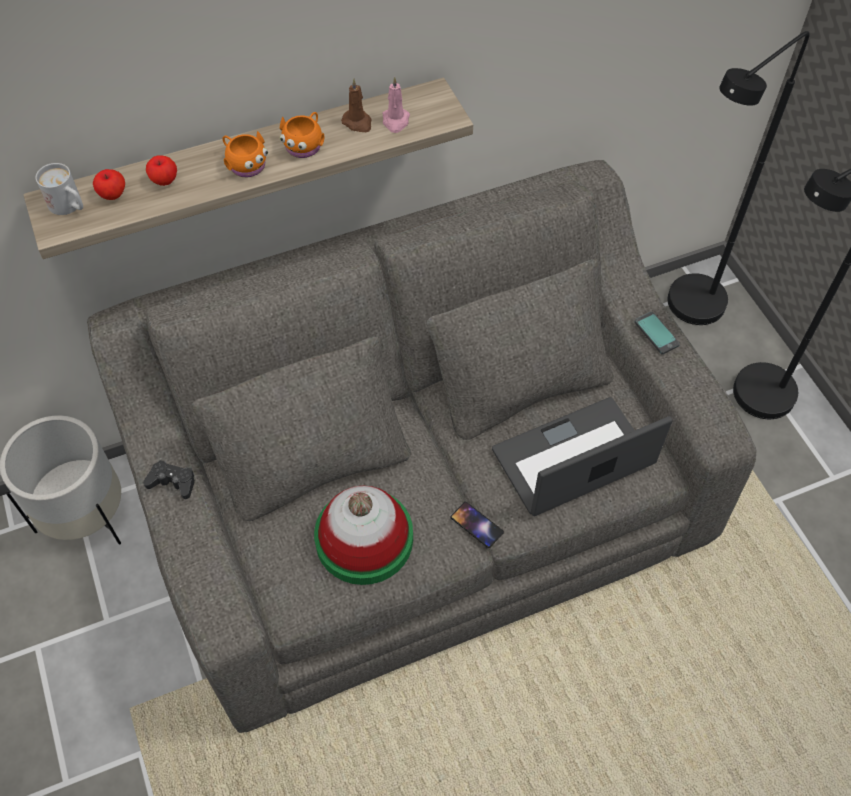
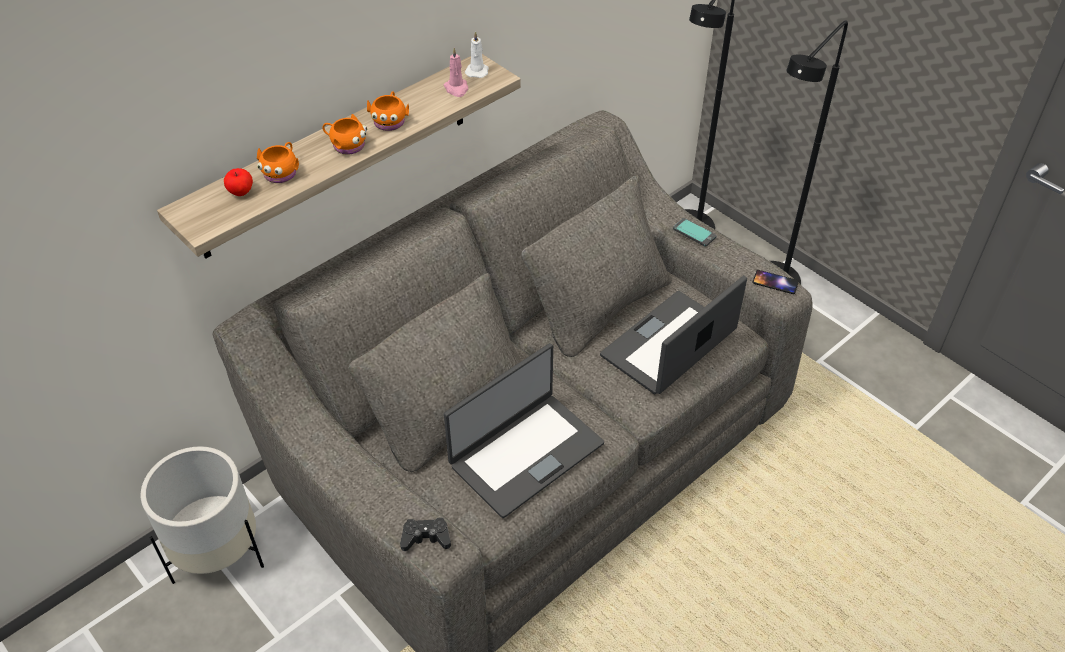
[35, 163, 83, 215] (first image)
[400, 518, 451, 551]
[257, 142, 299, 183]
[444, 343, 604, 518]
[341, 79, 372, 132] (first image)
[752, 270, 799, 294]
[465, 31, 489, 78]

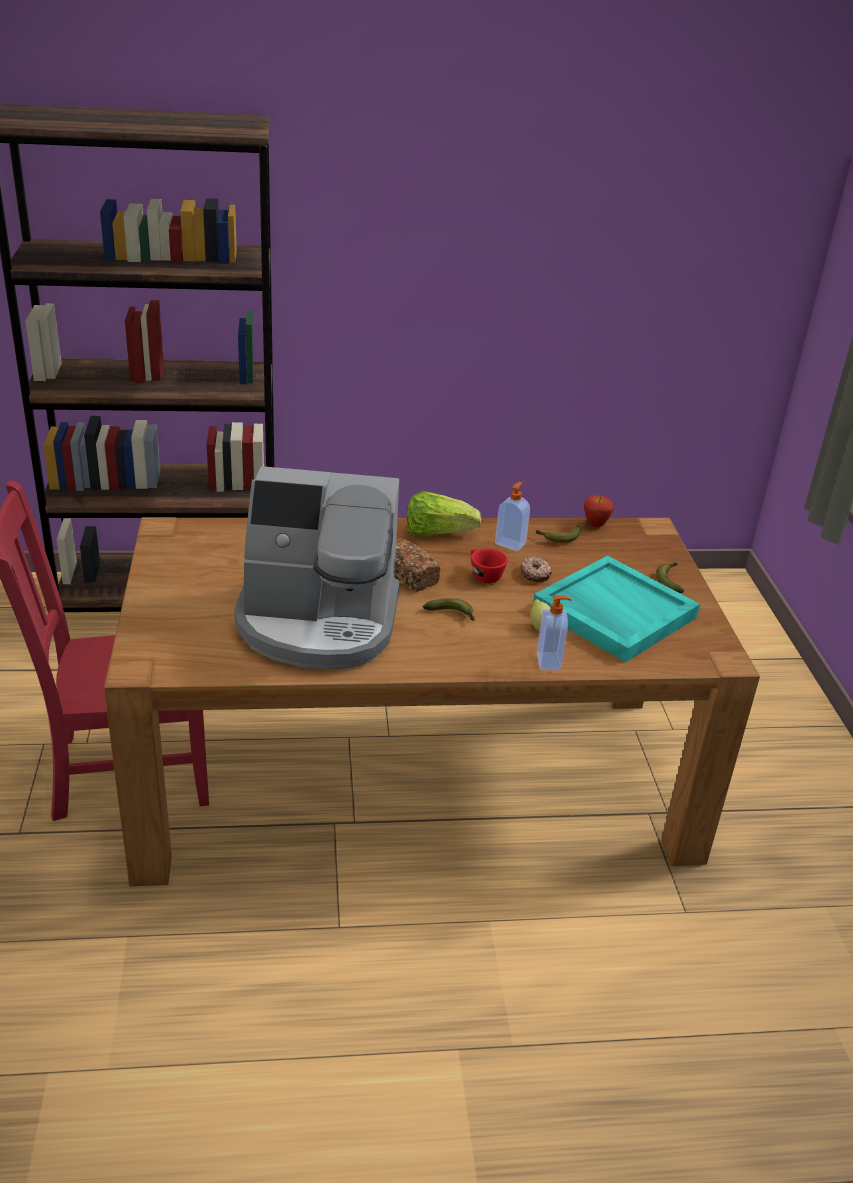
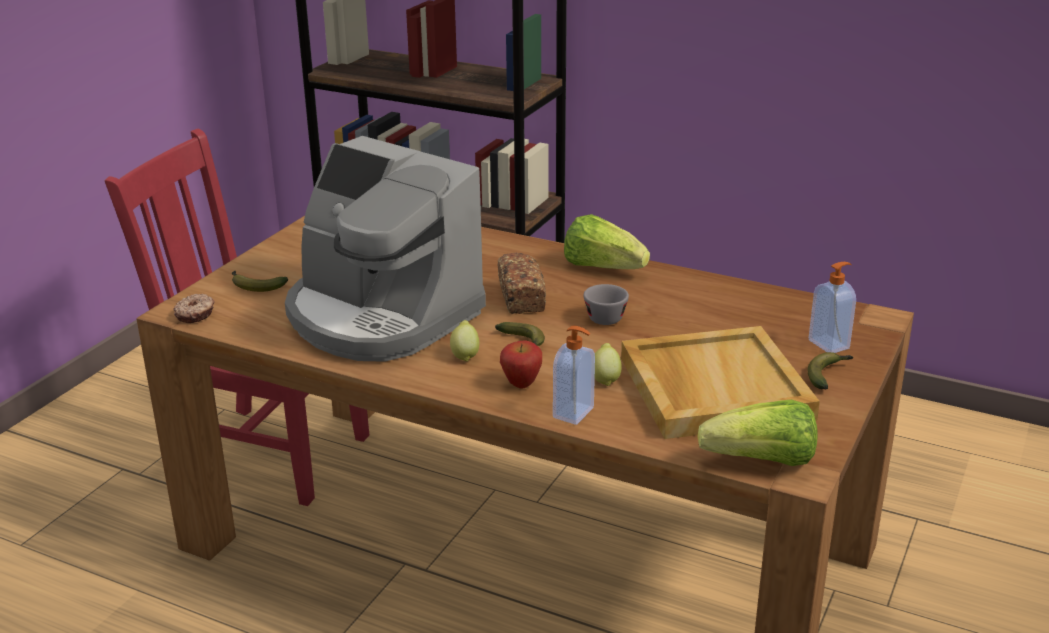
[584, 284, 629, 325]
[809, 262, 856, 353]
[174, 294, 215, 323]
[621, 326, 820, 439]
[232, 271, 288, 292]
[500, 340, 542, 389]
[450, 320, 479, 362]
[697, 400, 818, 466]

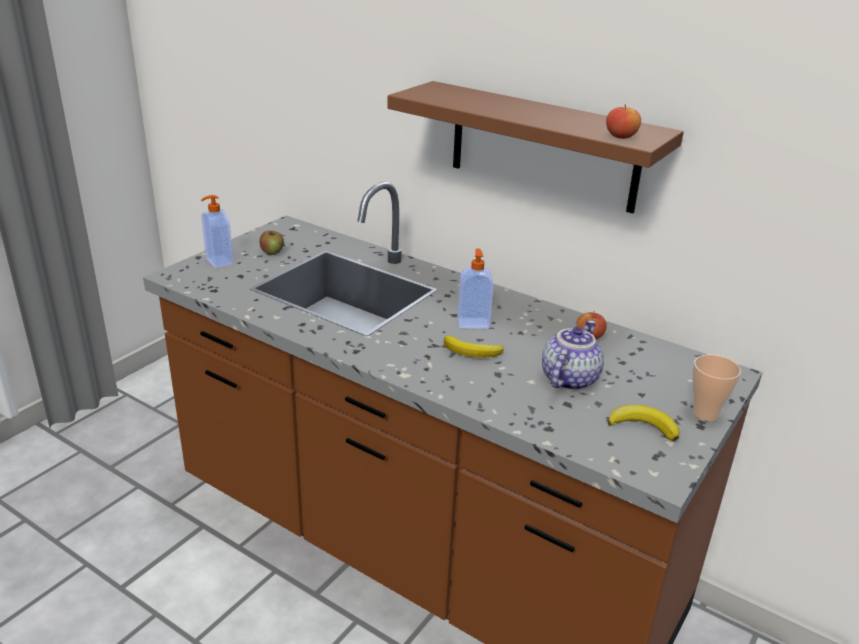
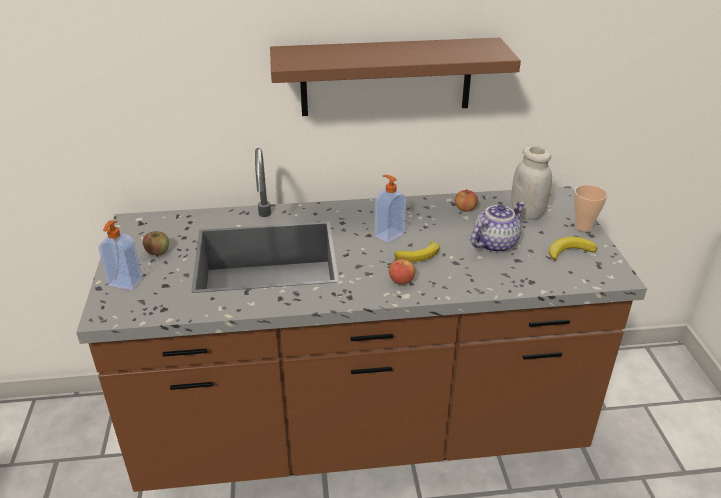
[471, 202, 525, 253]
[389, 259, 415, 285]
[511, 145, 552, 220]

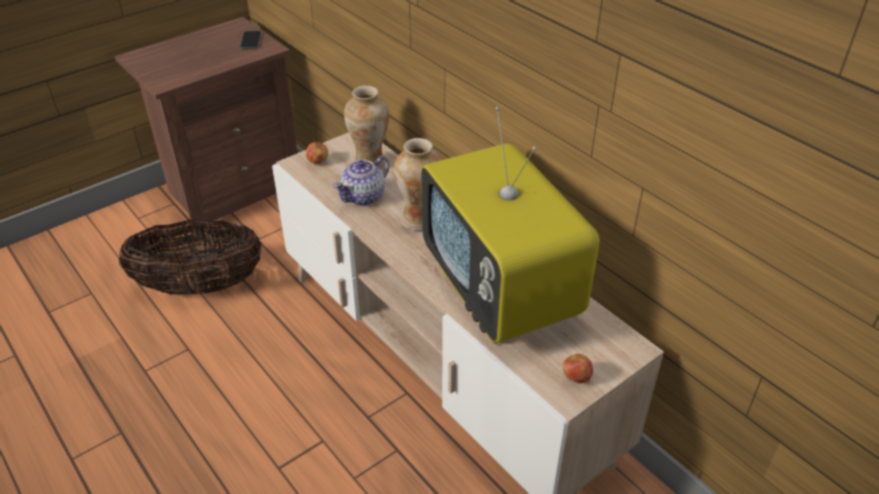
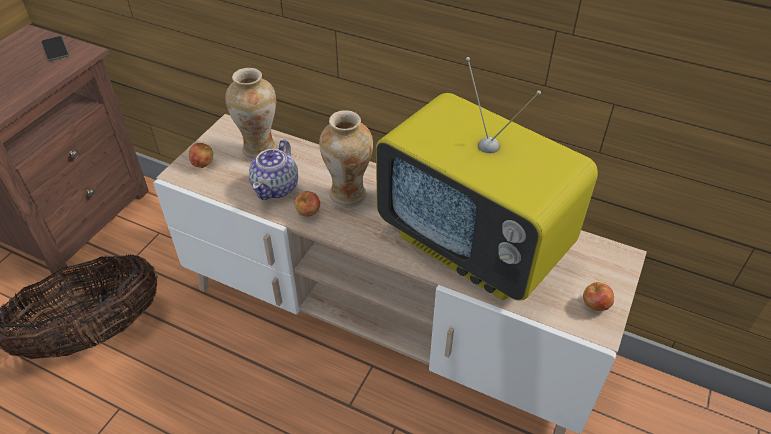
[295, 191, 320, 217]

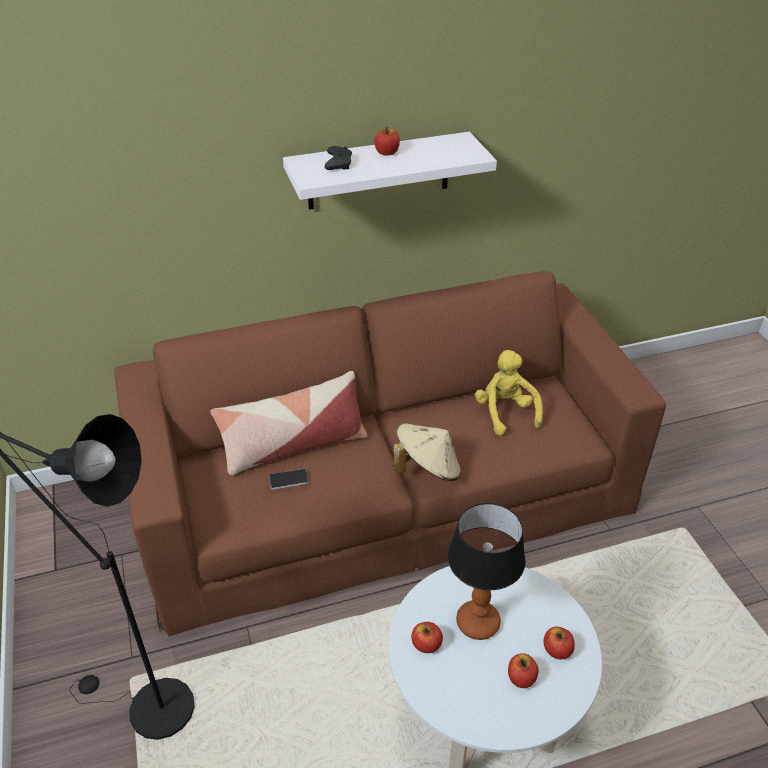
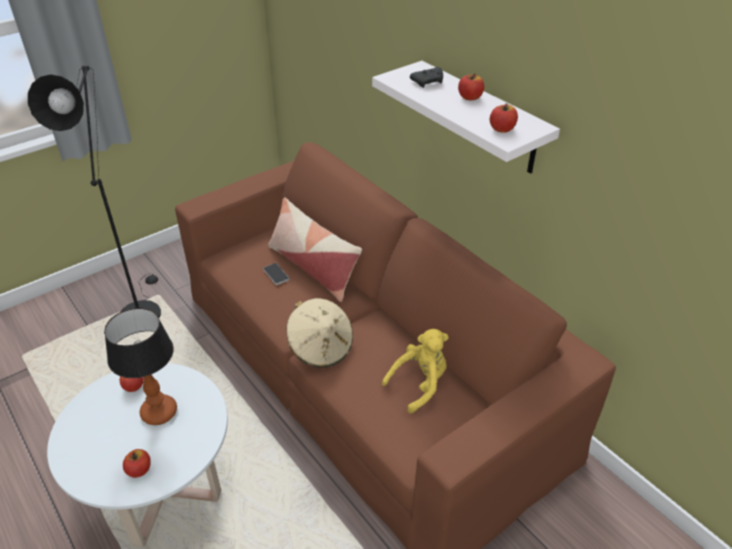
[490, 103, 518, 133]

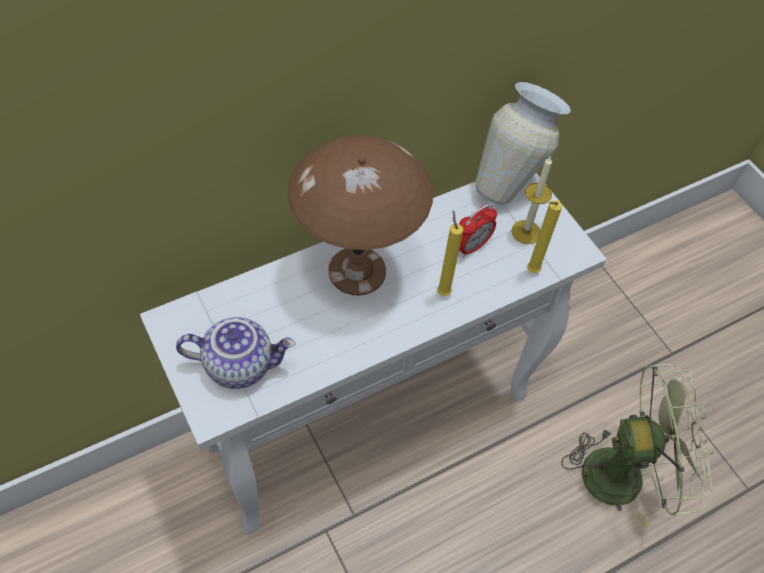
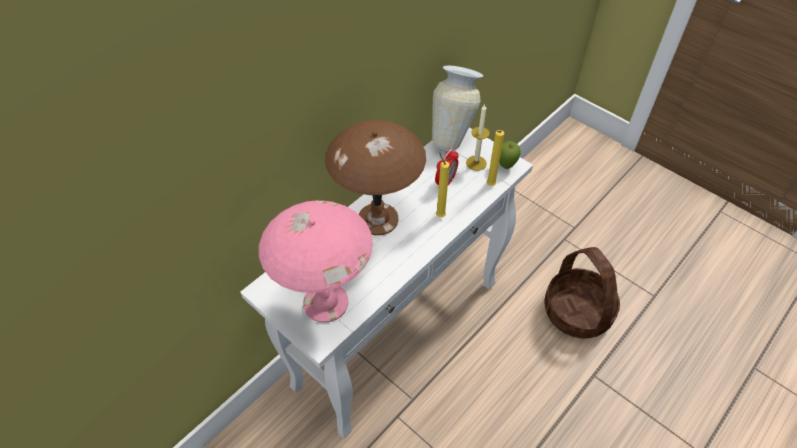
[259, 200, 373, 323]
[544, 247, 620, 339]
[499, 141, 521, 169]

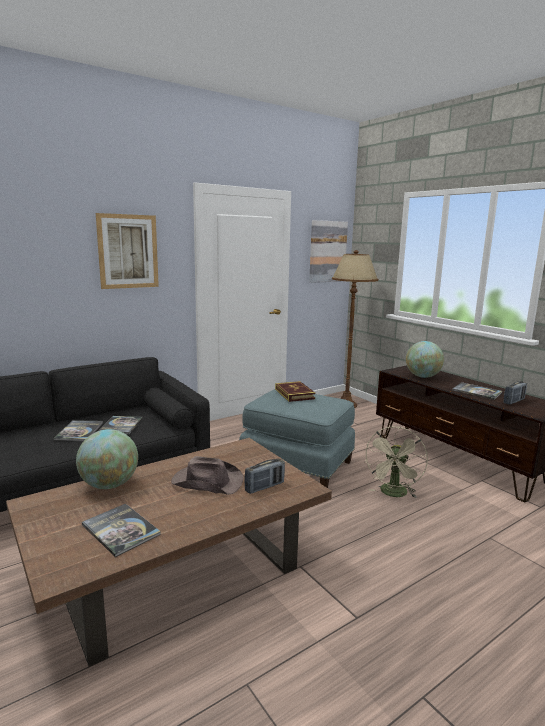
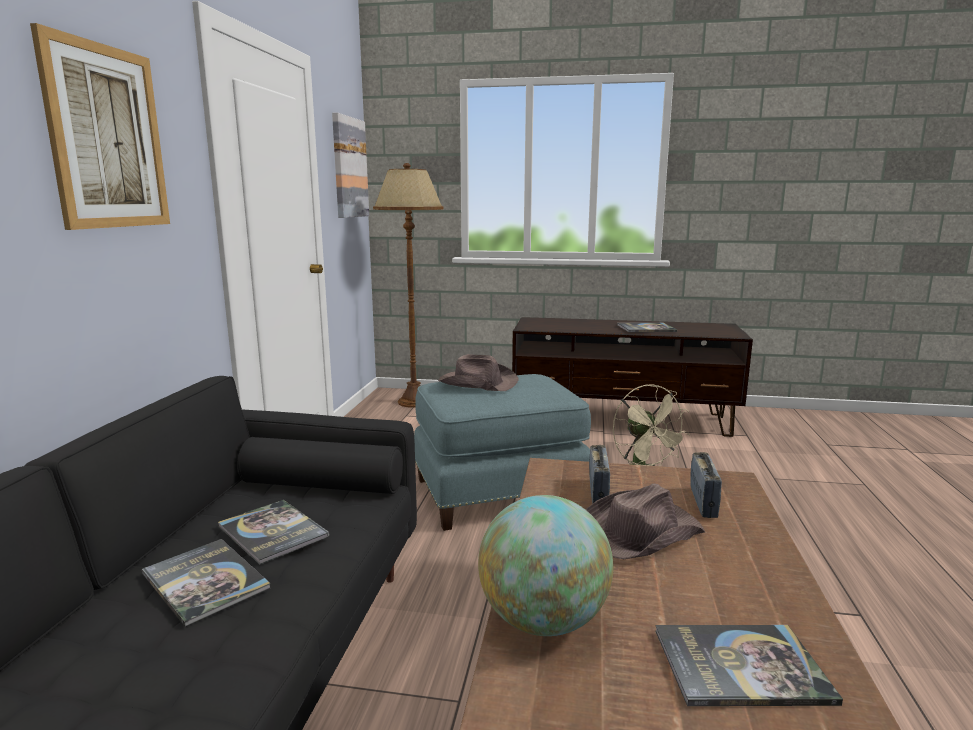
[438, 354, 518, 391]
[406, 341, 444, 378] (first image)
[589, 445, 610, 504]

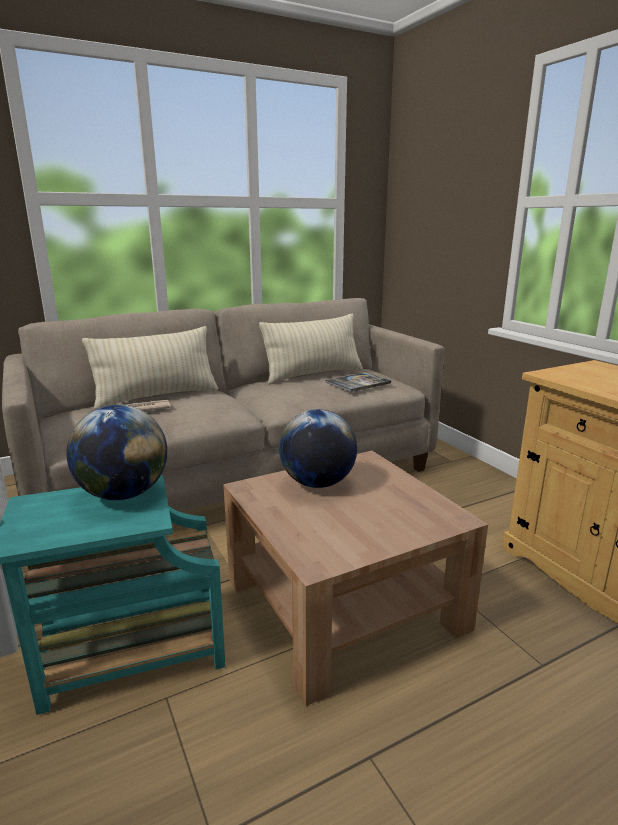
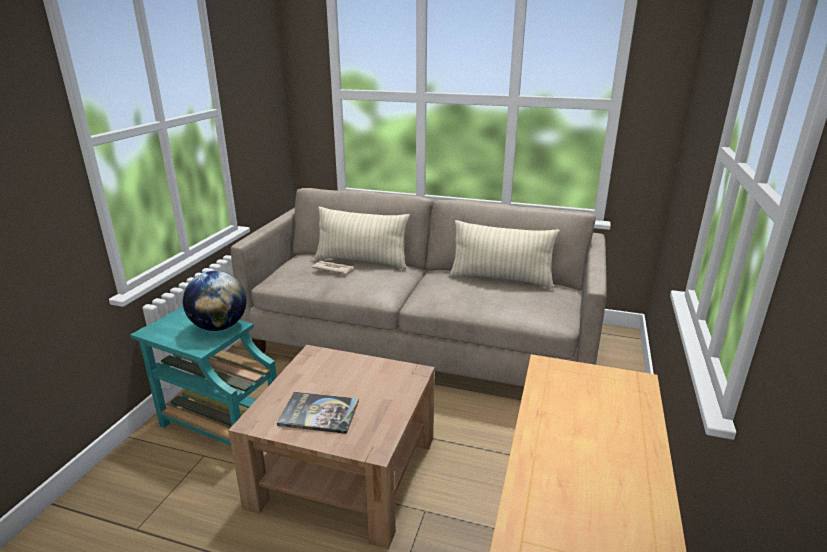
[279, 409, 357, 488] (first image)
[277, 392, 359, 434]

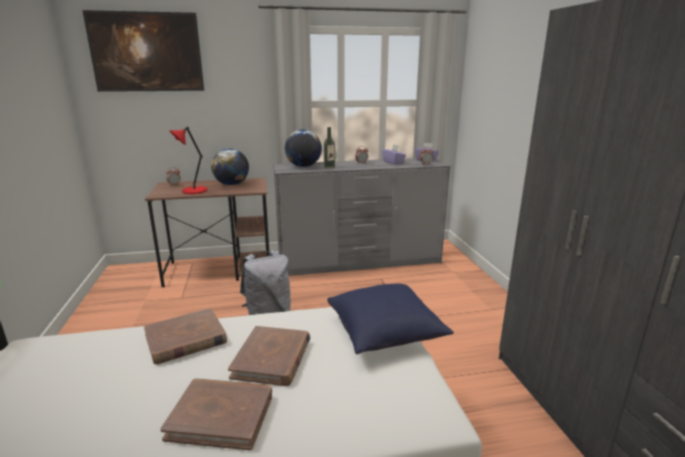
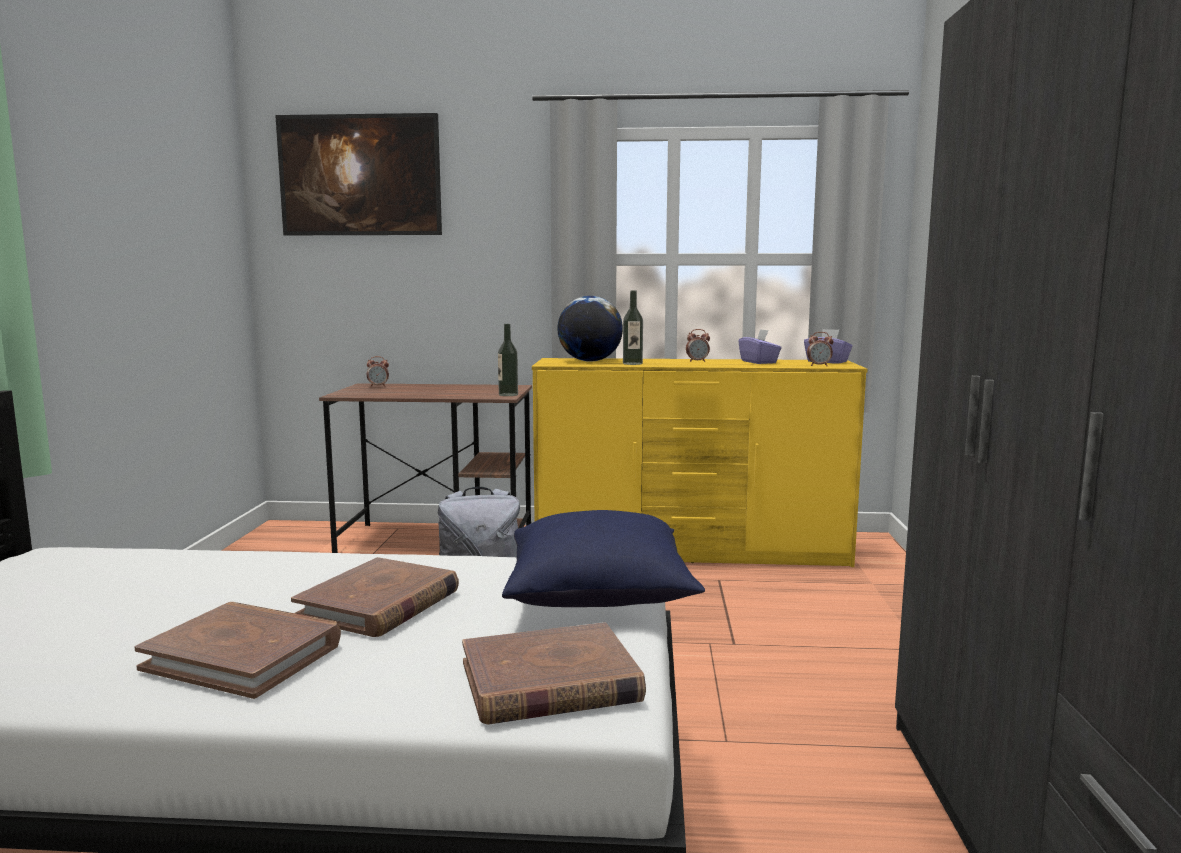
[462, 622, 646, 725]
[169, 126, 207, 194] (first image)
[211, 149, 249, 185] (first image)
[532, 358, 868, 567]
[498, 324, 518, 396]

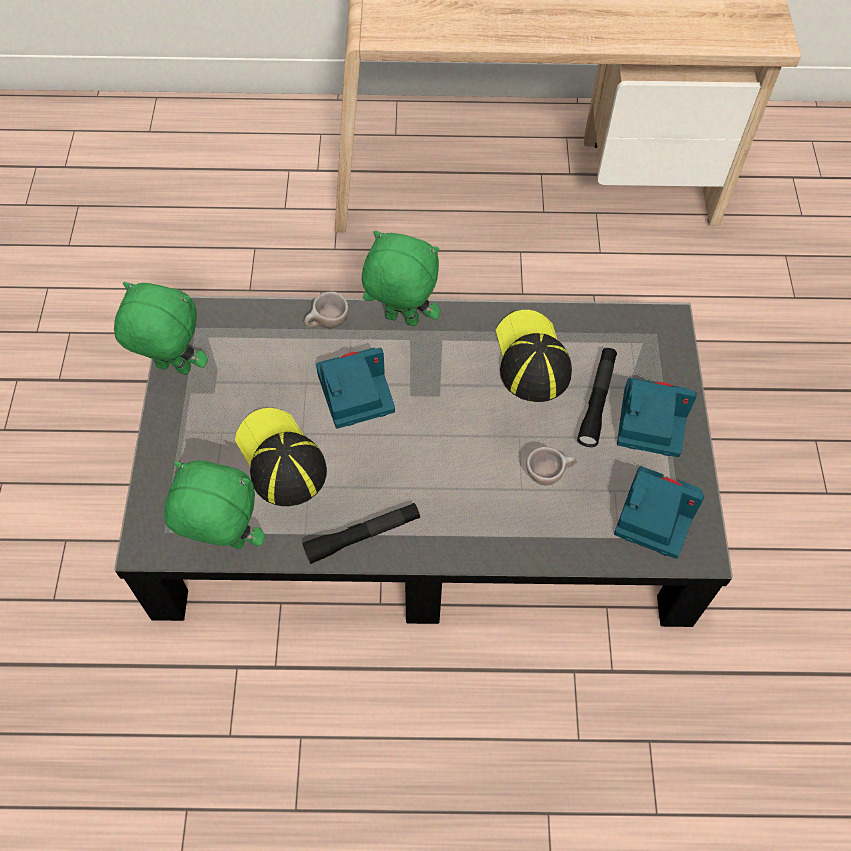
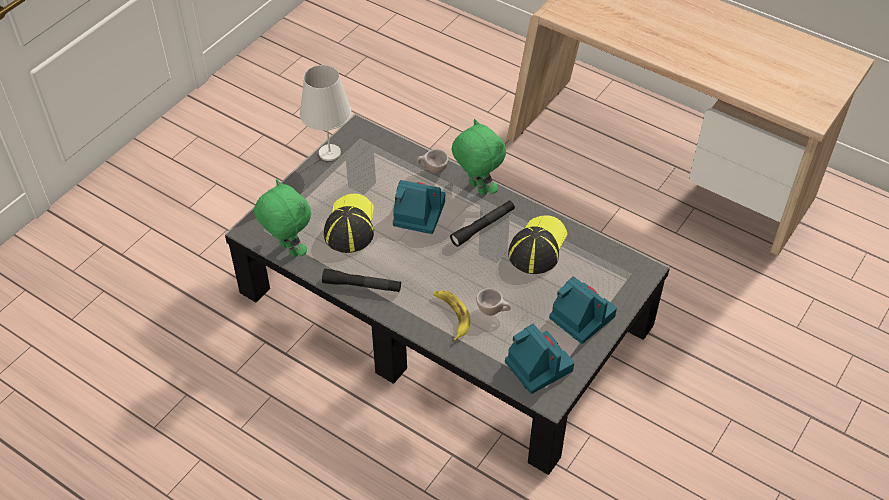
[299, 65, 351, 161]
[450, 200, 515, 247]
[433, 291, 470, 341]

